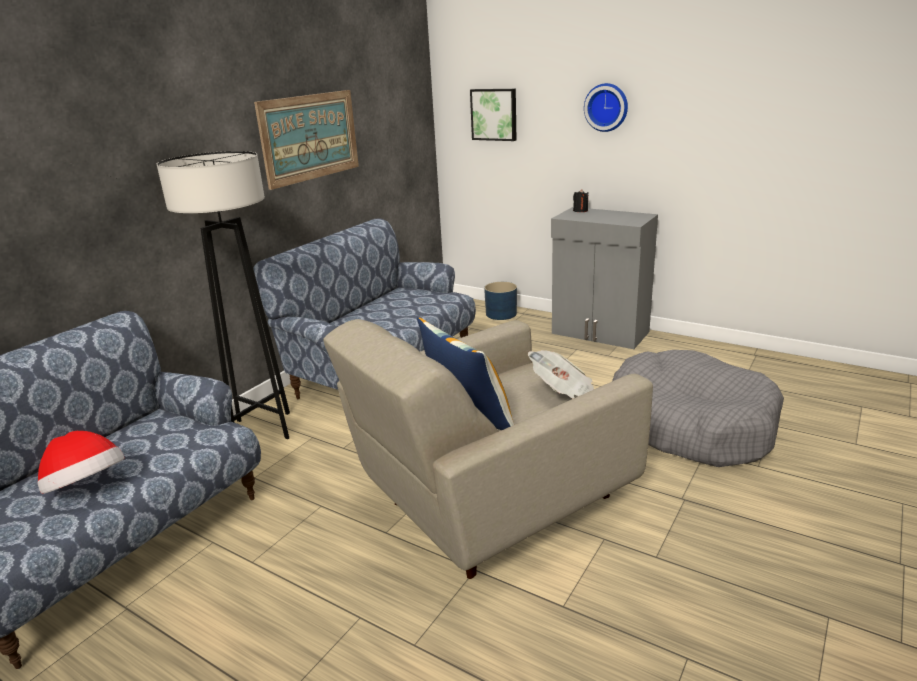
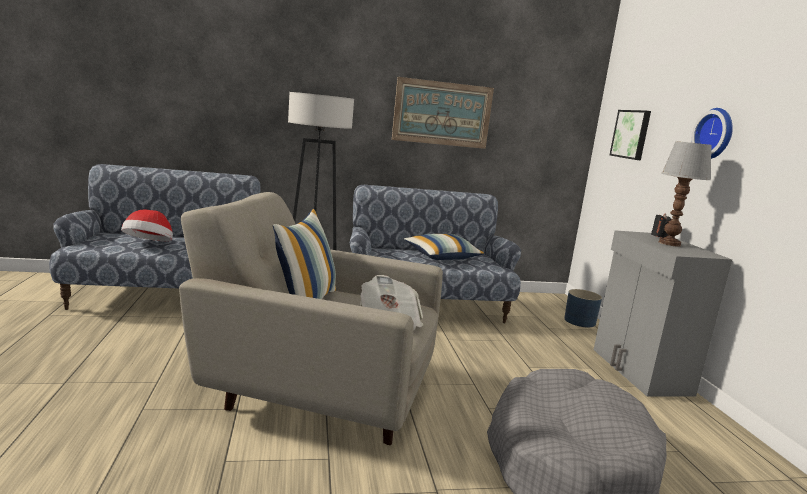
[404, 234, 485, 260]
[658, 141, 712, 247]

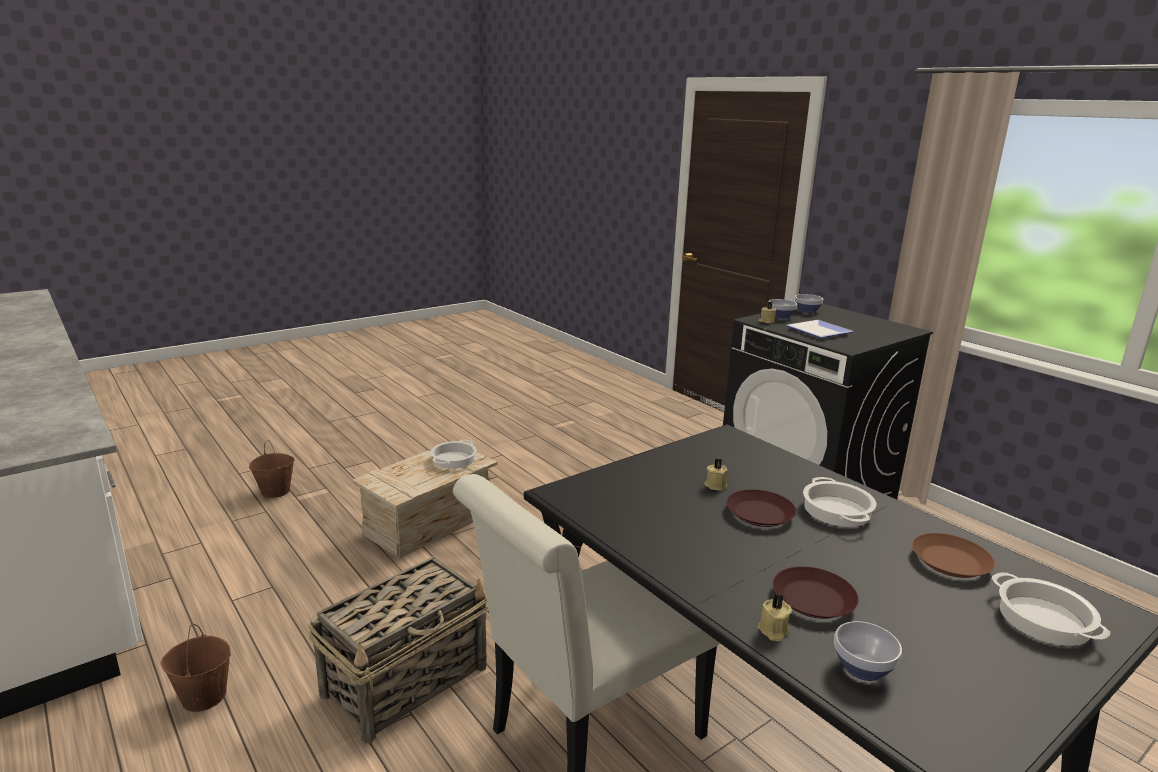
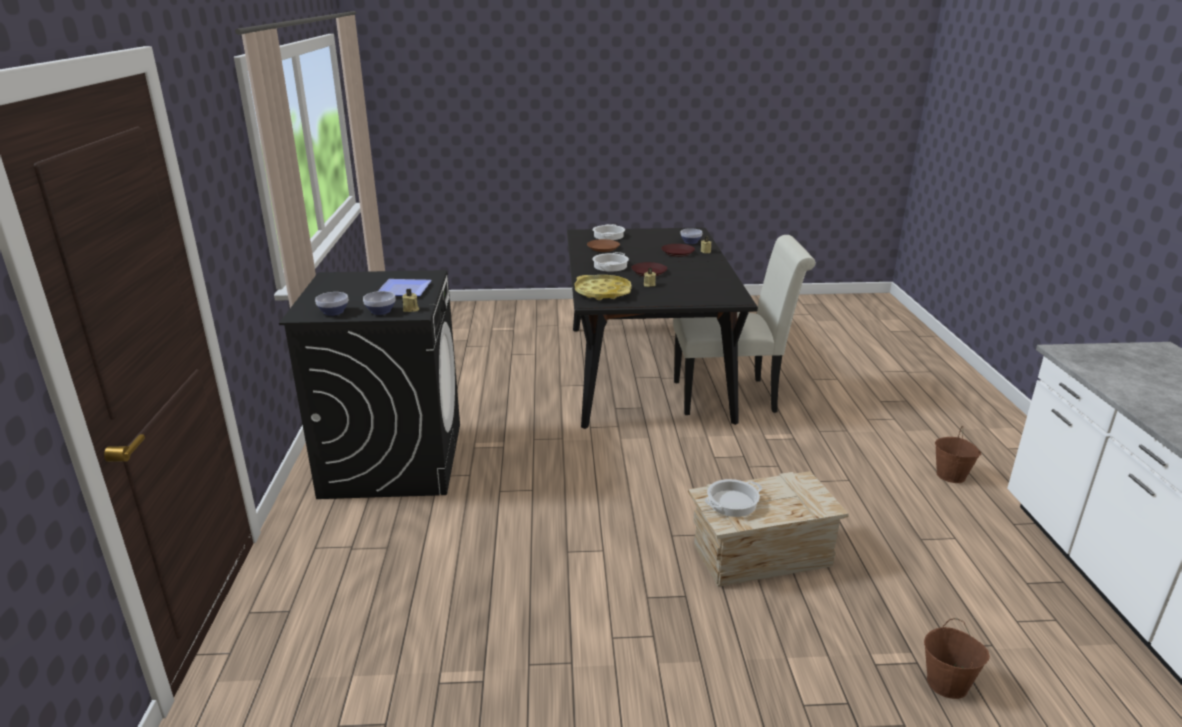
[308, 557, 488, 744] (first image)
[575, 275, 632, 300]

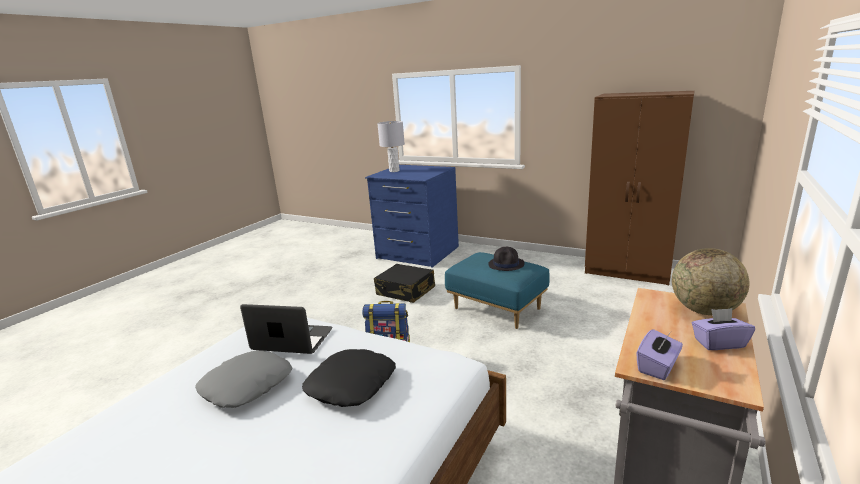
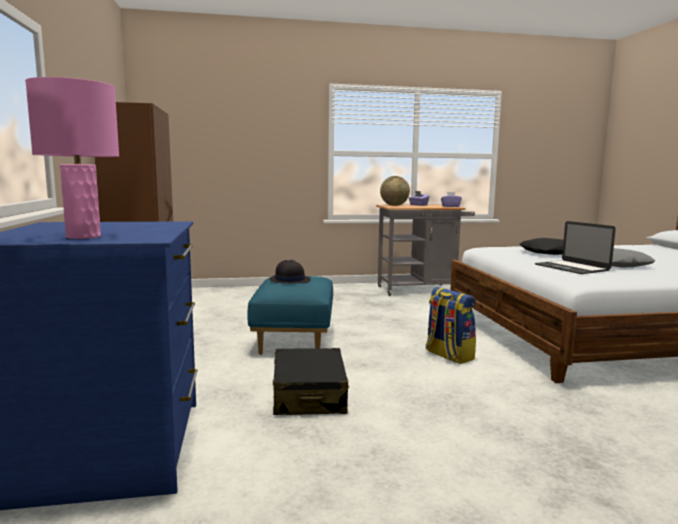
[25, 77, 119, 239]

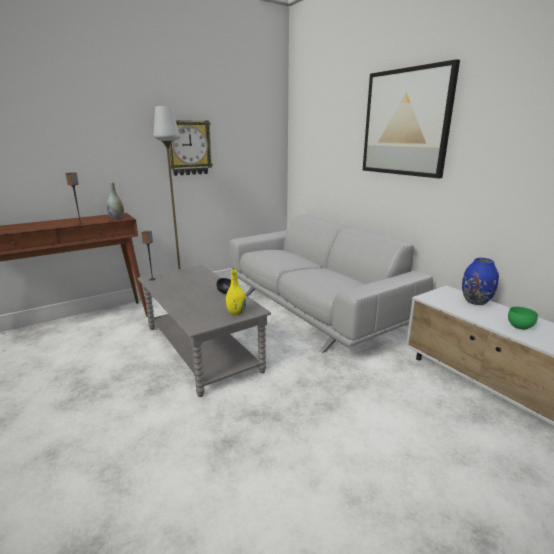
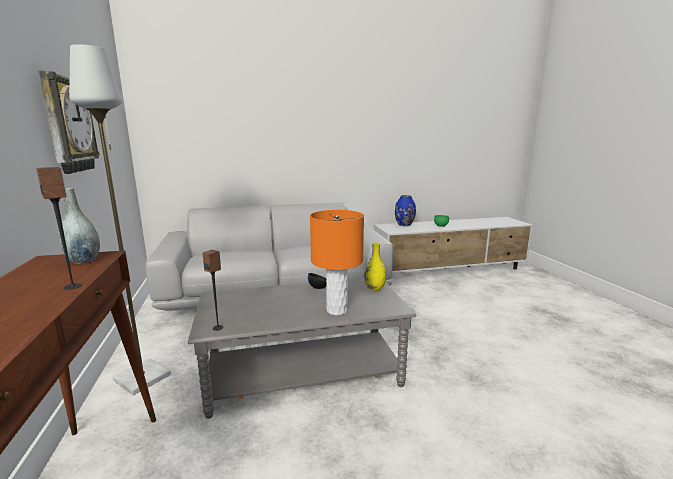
[363, 59, 460, 178] (first image)
[310, 210, 364, 315]

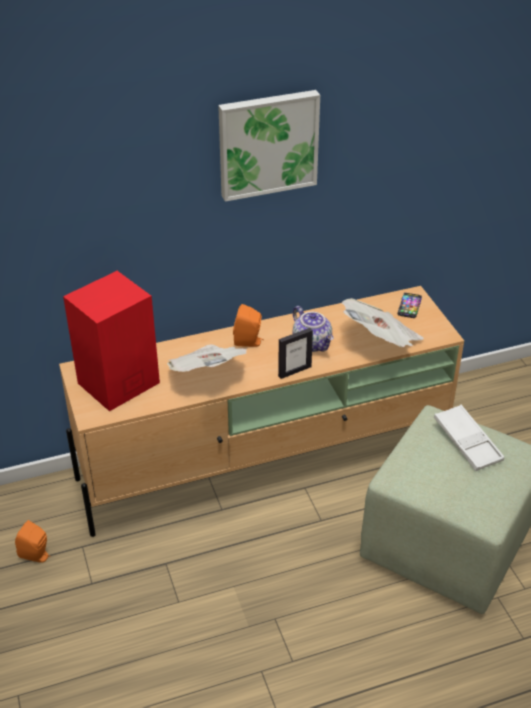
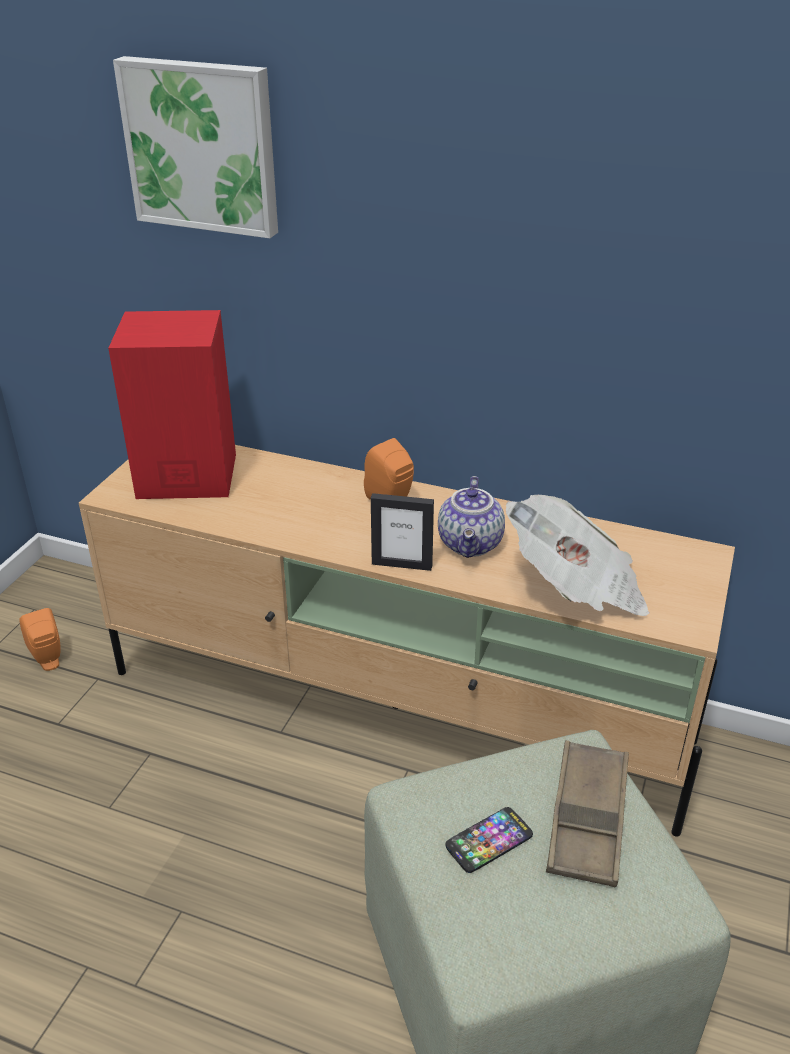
[167, 344, 247, 372] (first image)
[113, 56, 278, 238]
[445, 807, 533, 873]
[546, 740, 629, 887]

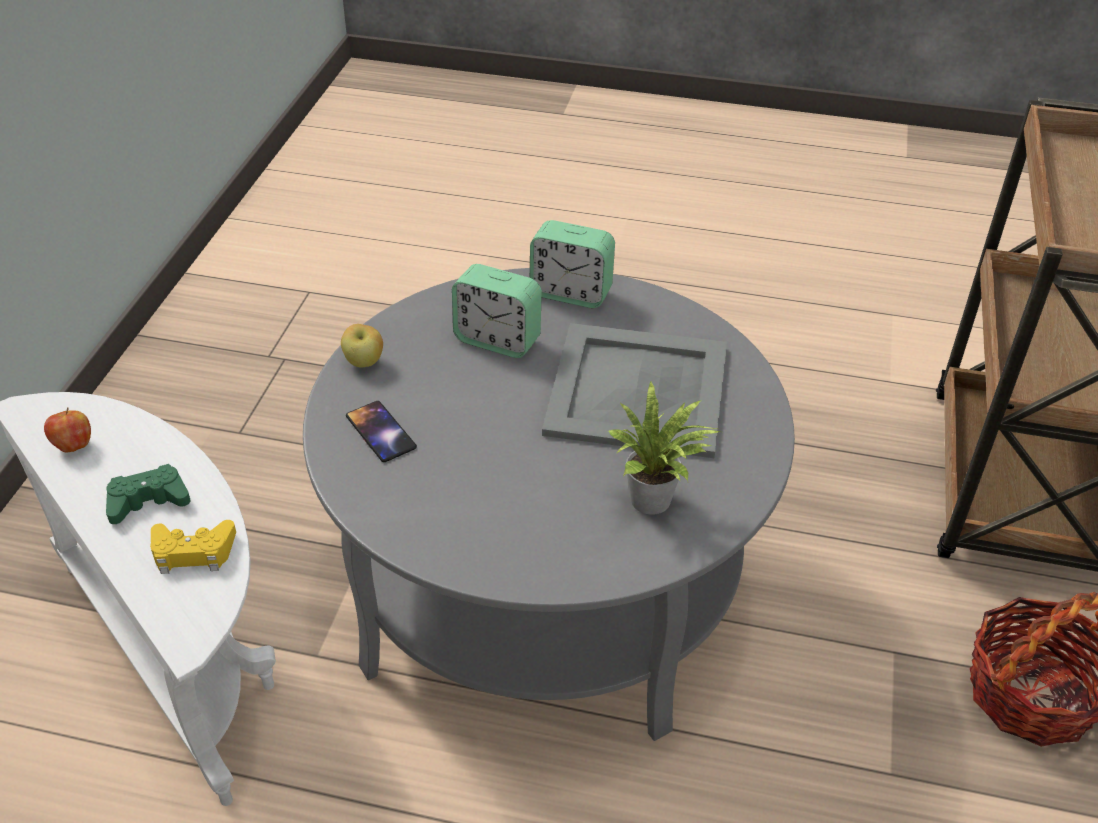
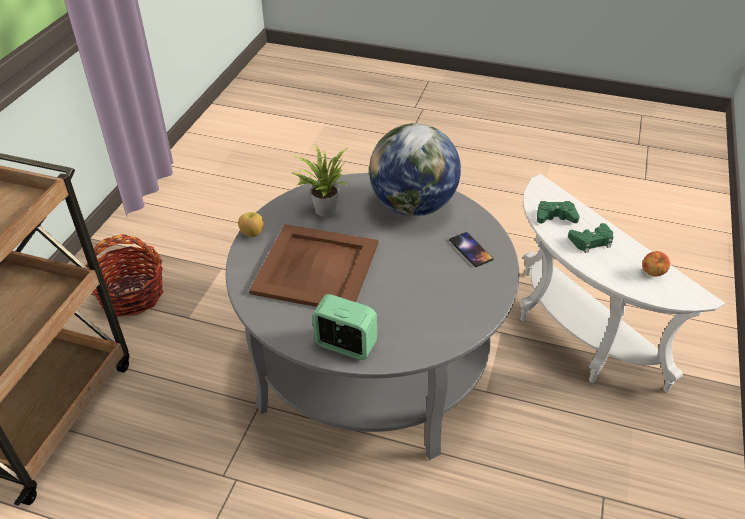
[537, 201, 580, 224]
[238, 212, 263, 237]
[452, 264, 542, 358] (first image)
[249, 224, 378, 307]
[369, 123, 461, 216]

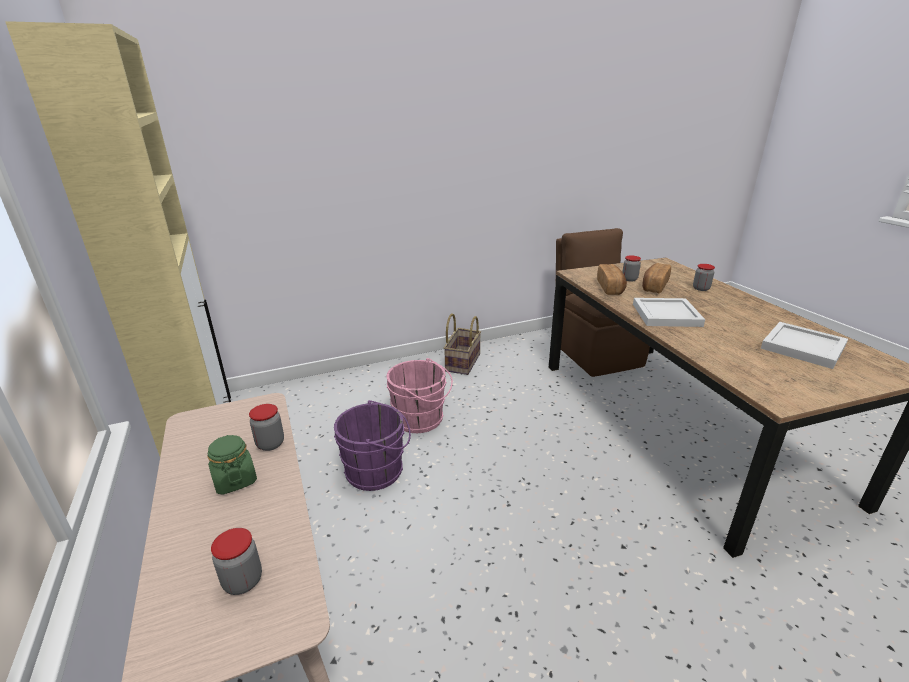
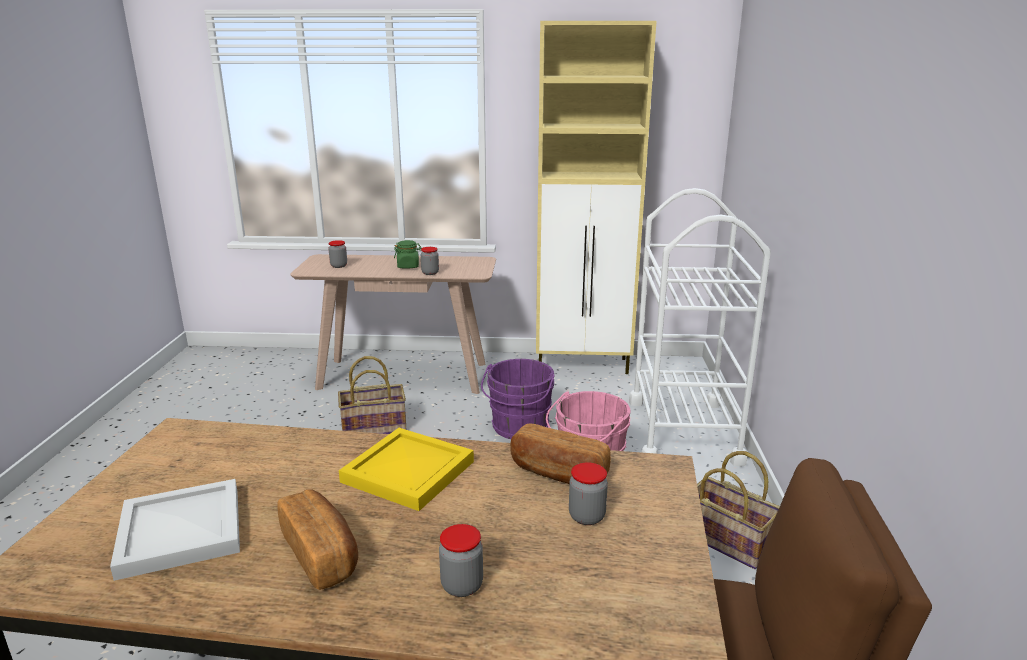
[339, 428, 474, 511]
[277, 489, 358, 590]
[338, 356, 407, 434]
[629, 188, 771, 467]

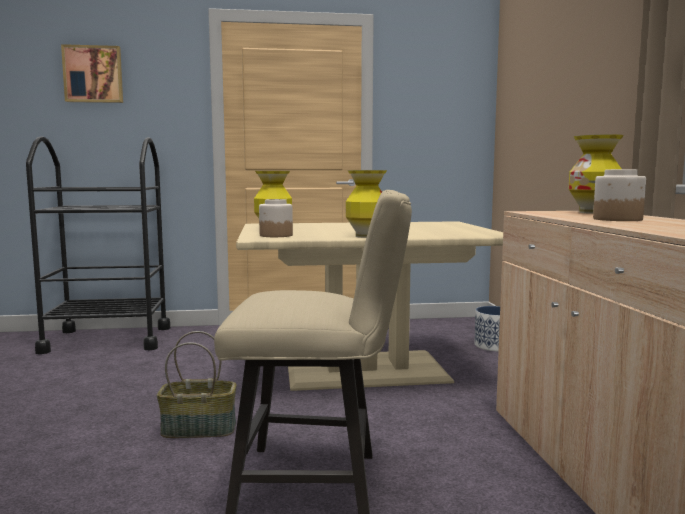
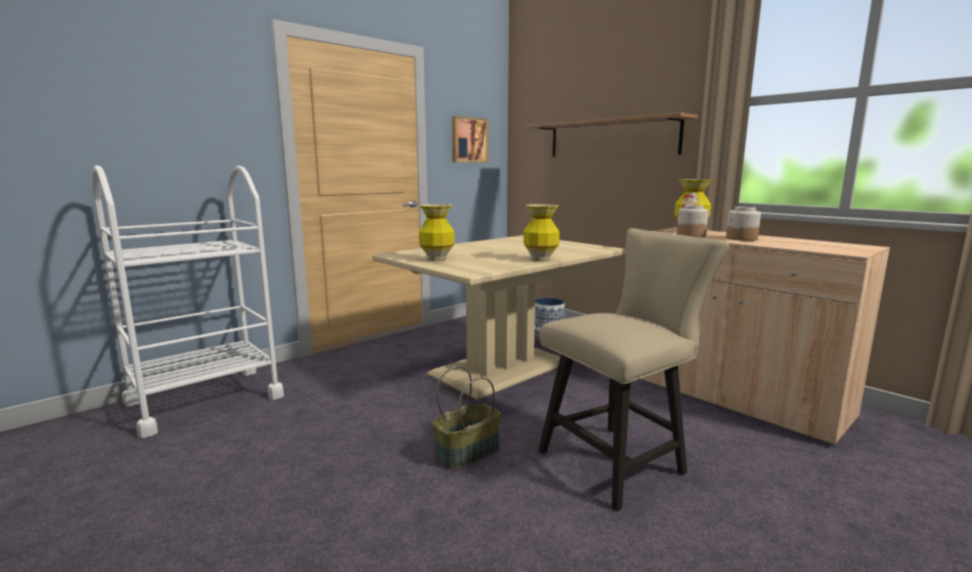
[92, 165, 284, 438]
[452, 116, 488, 162]
[677, 205, 708, 237]
[527, 113, 698, 157]

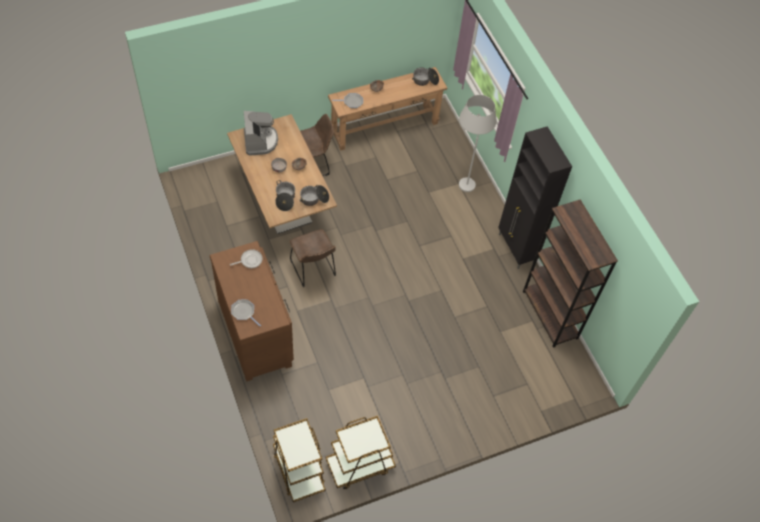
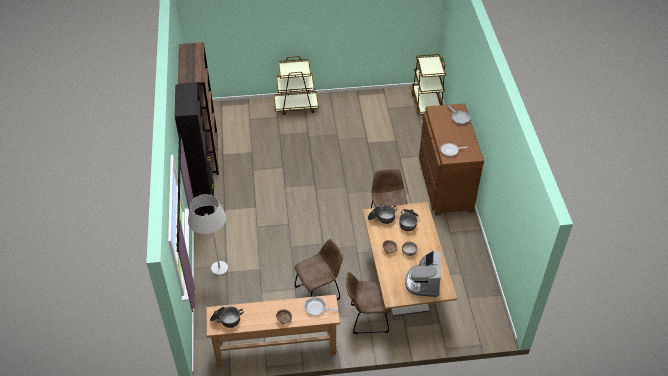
[274, 56, 319, 115]
[294, 239, 343, 300]

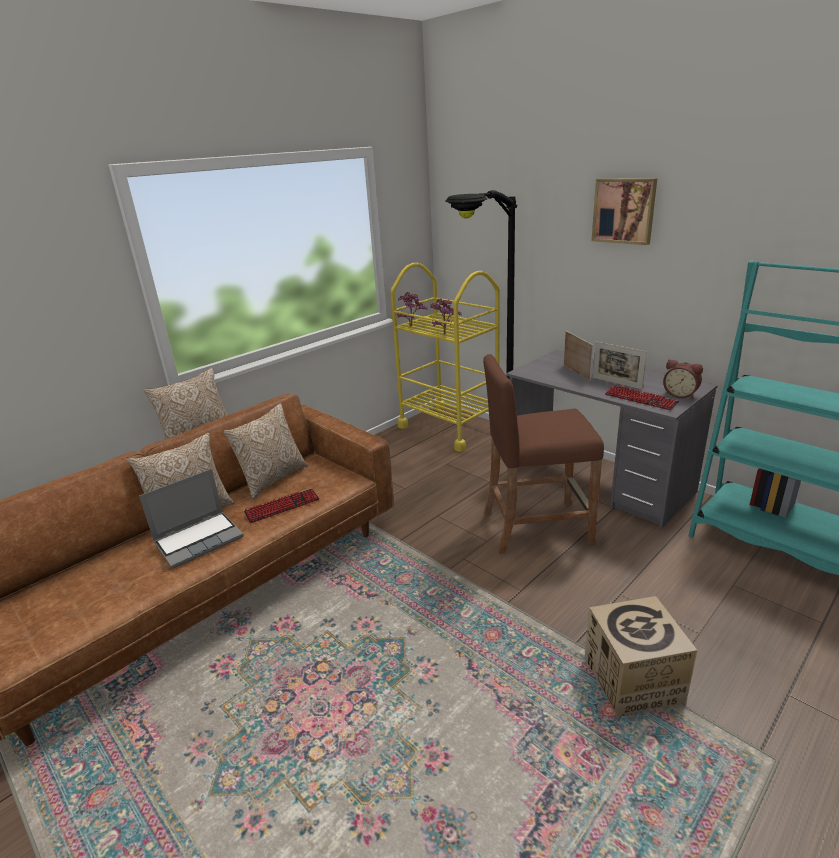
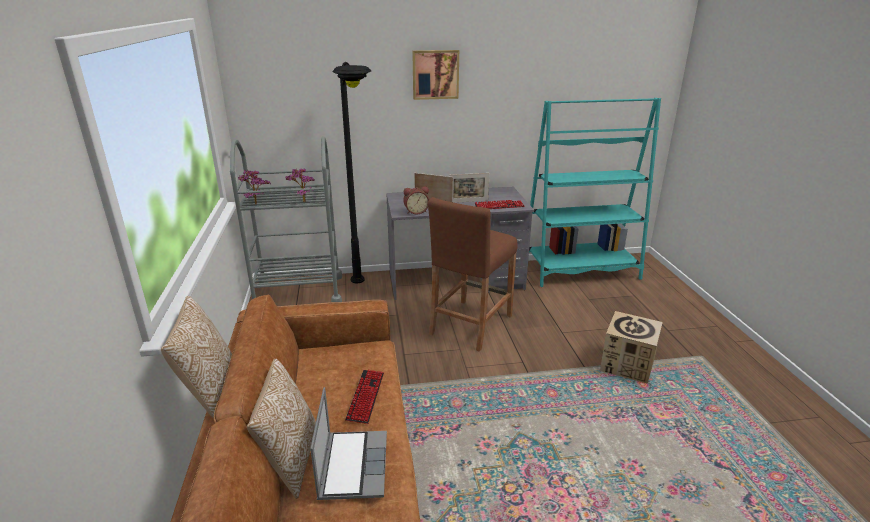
[223, 403, 307, 499] (first image)
[230, 136, 342, 302]
[403, 186, 429, 215]

